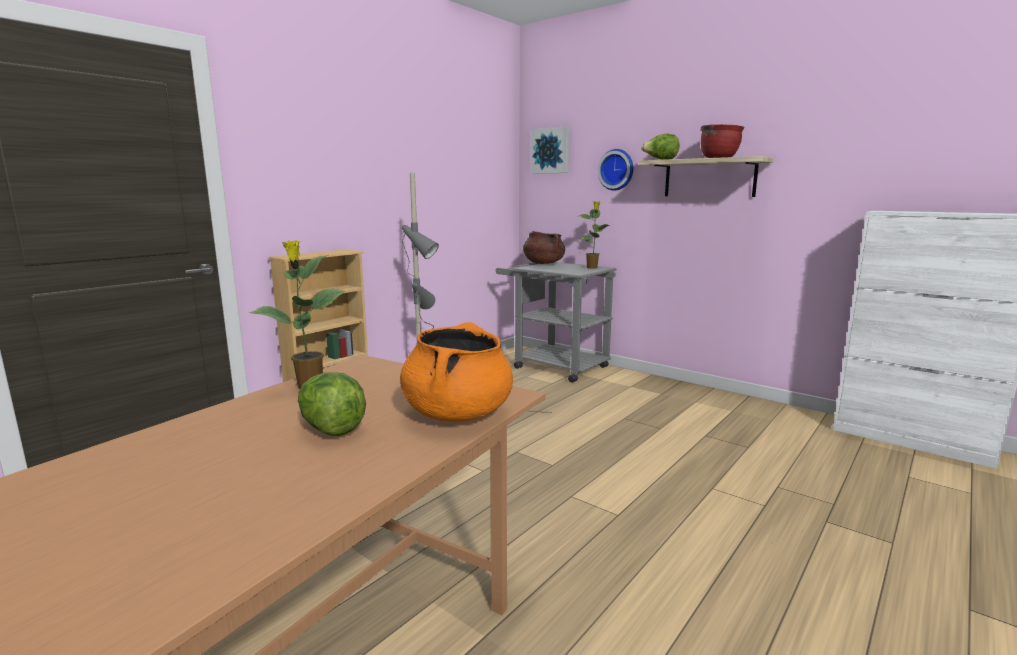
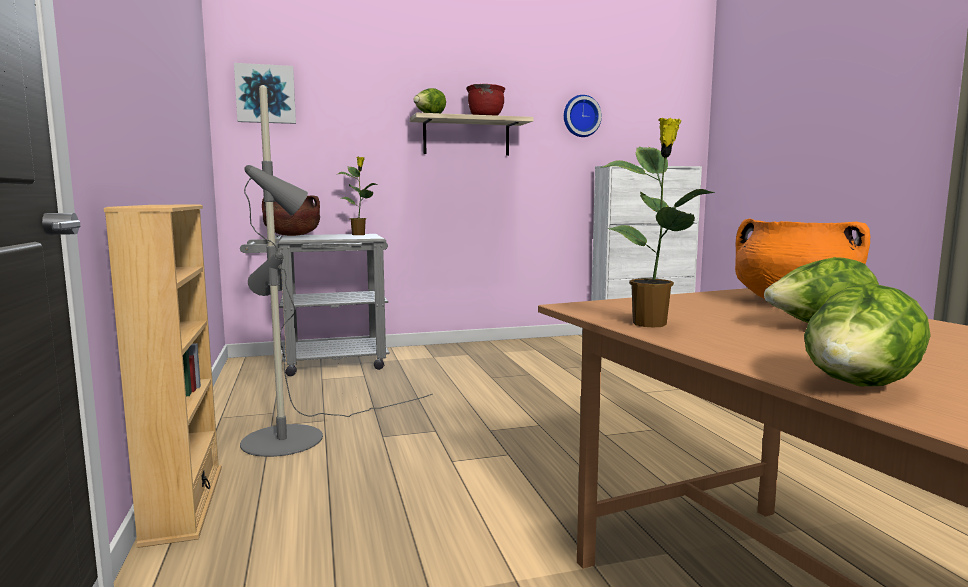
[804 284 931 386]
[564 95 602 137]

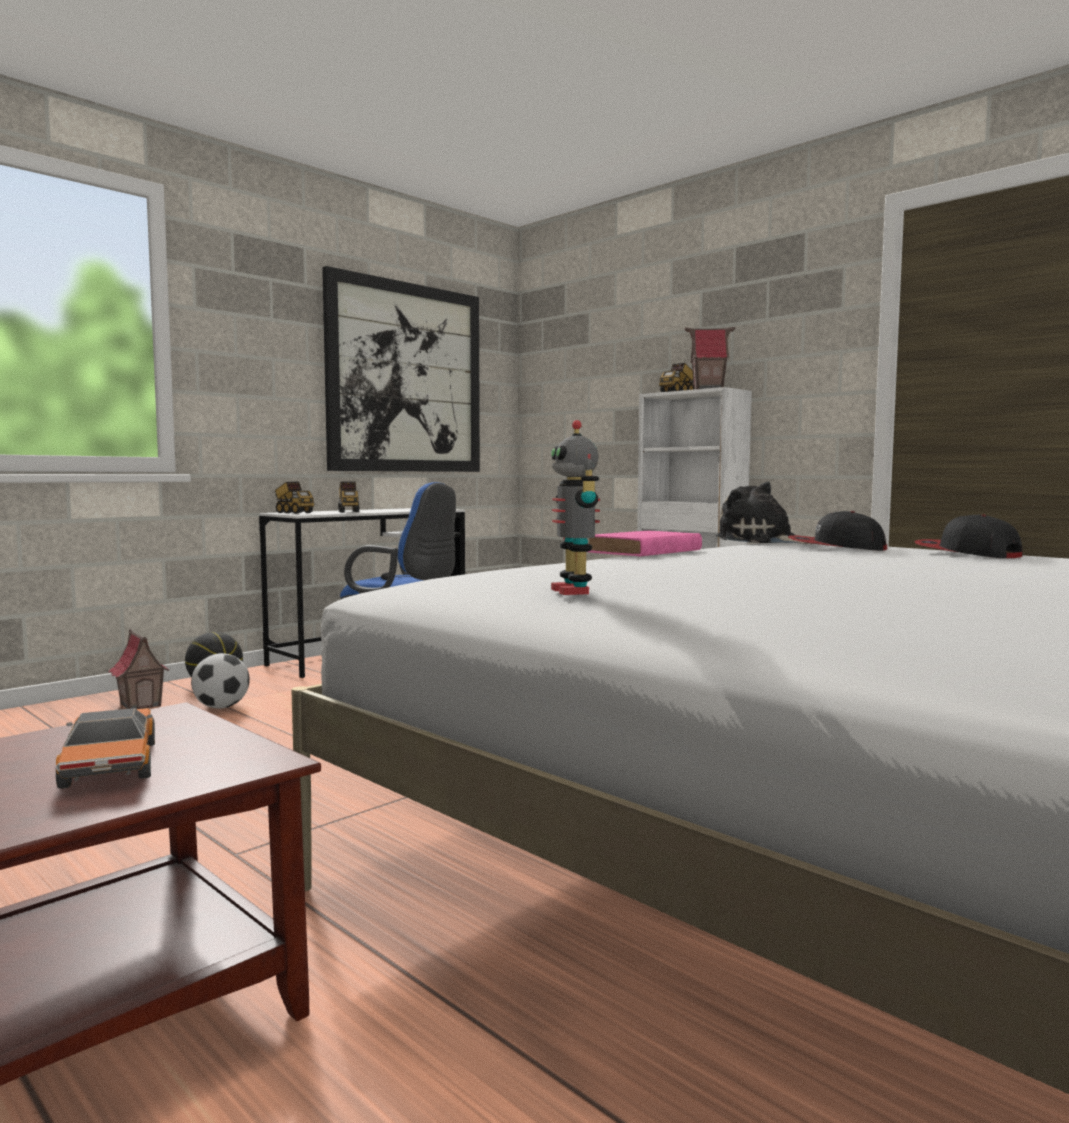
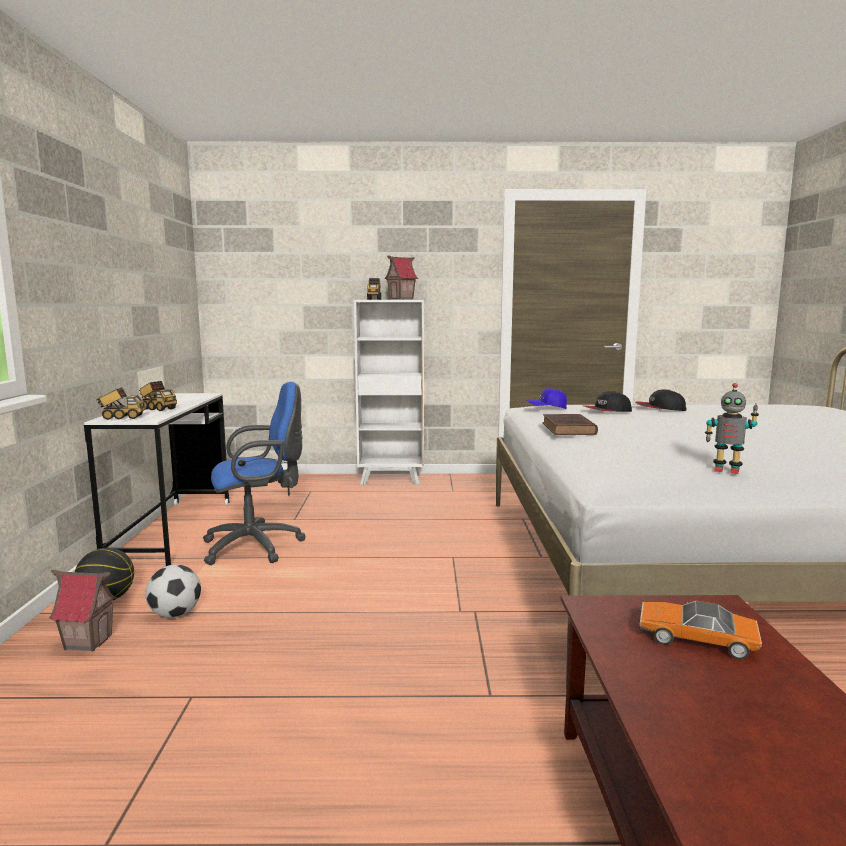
[322 266 480 472] (first image)
[527 388 567 409]
[542 414 598 435]

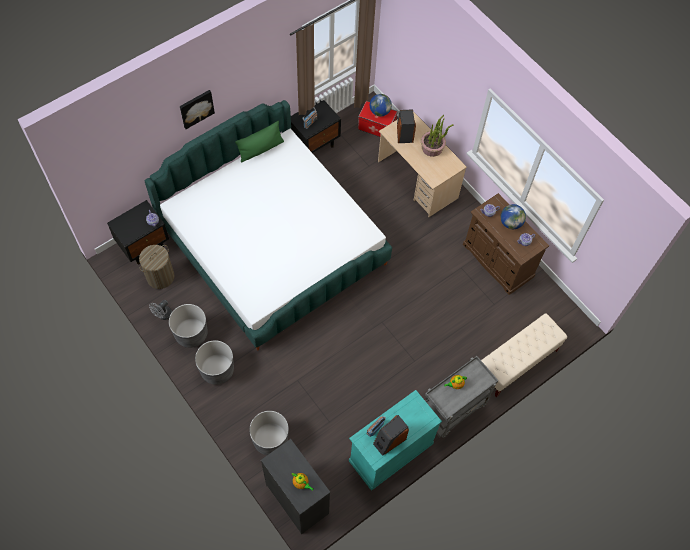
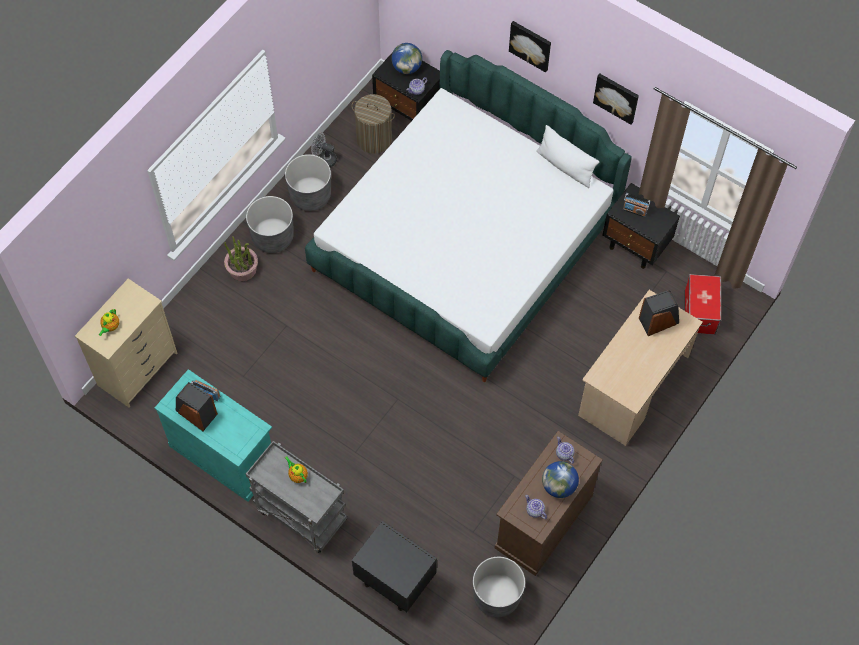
[593 74 639 125]
[473 557 525 617]
[391 43 422 74]
[224 236 258 281]
[352 521 437 612]
[536 125 600 188]
[75 278 177 408]

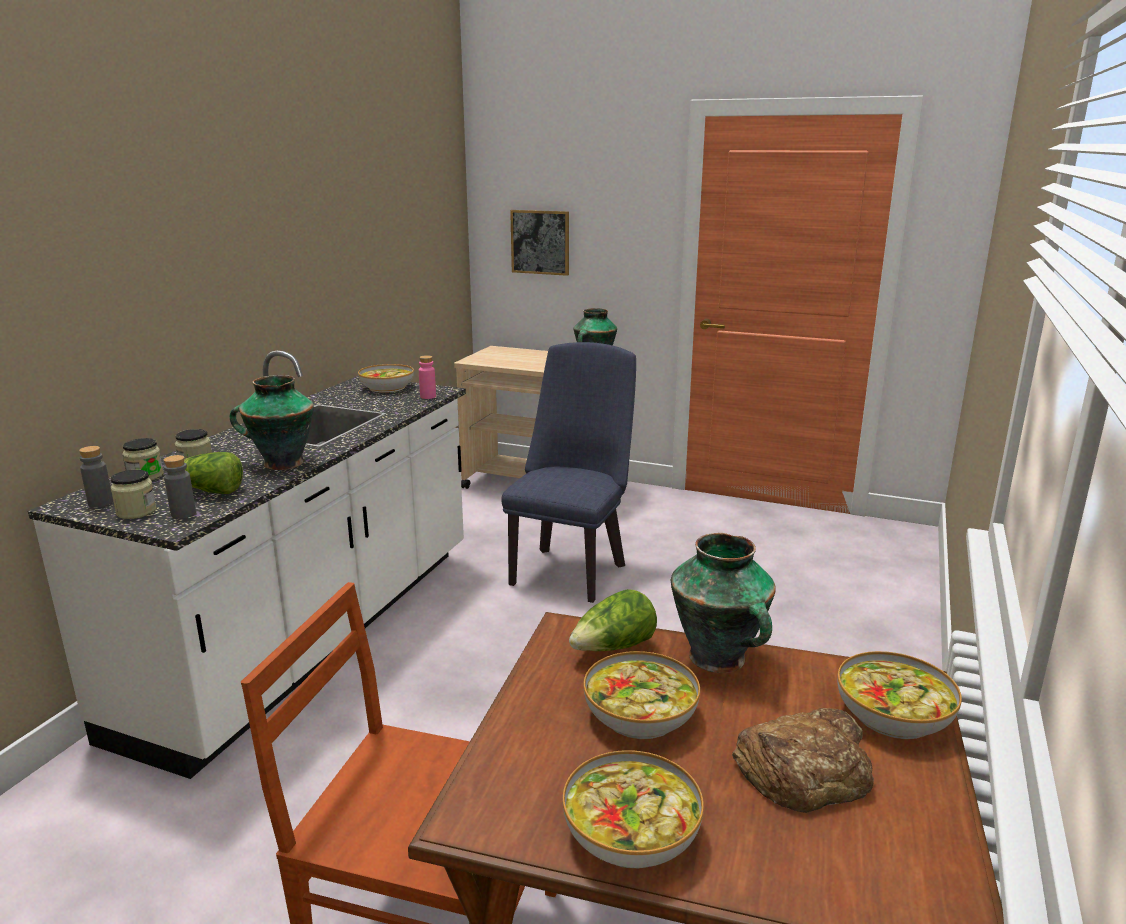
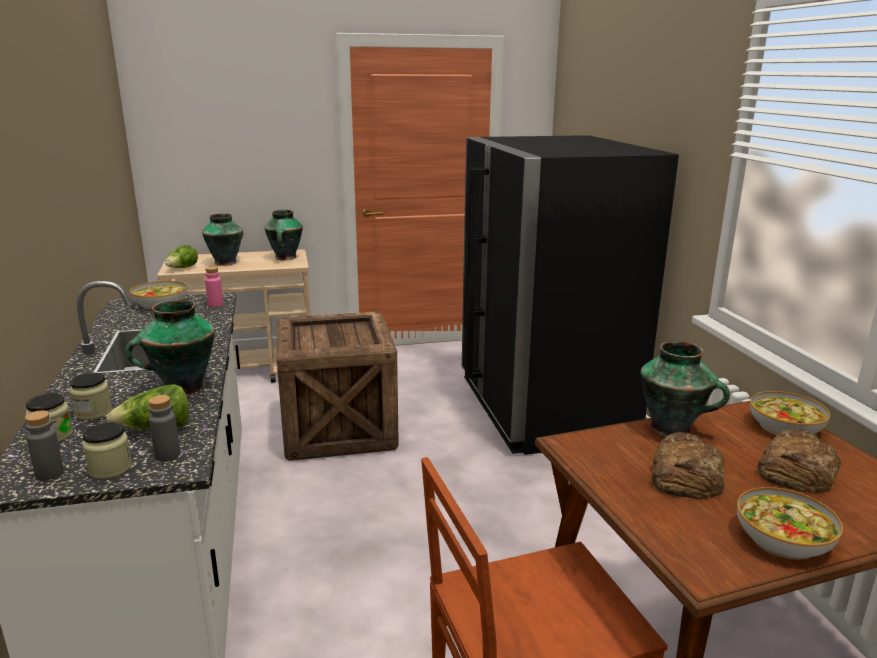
[510 210 569 276] (first image)
[202 214 243 266]
[462 135 679 455]
[165 245 198 268]
[277 312 399 461]
[652 432 725 499]

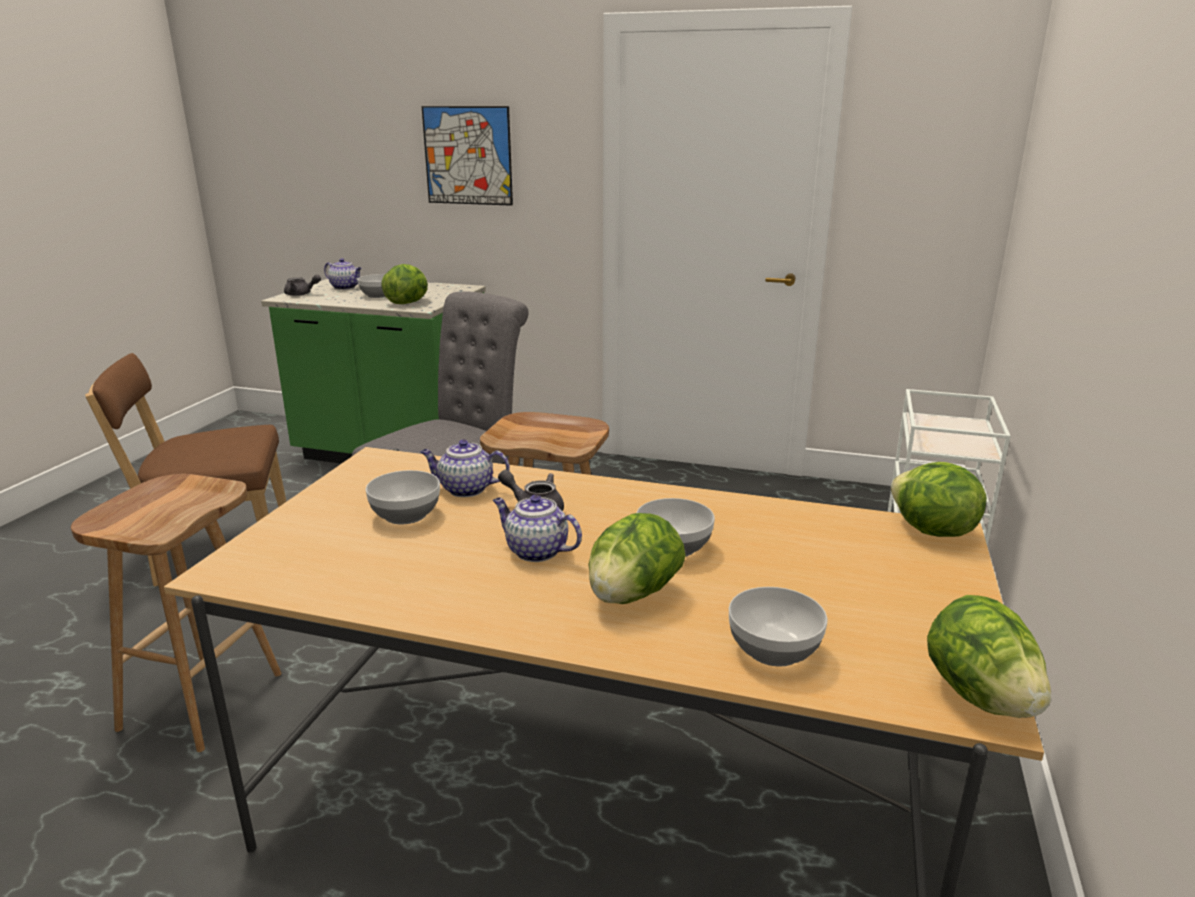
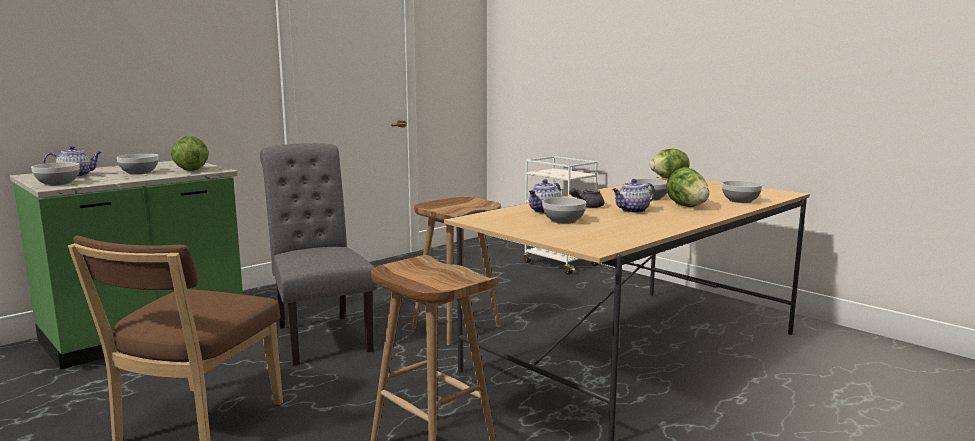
[422 106 513 206] (first image)
[927 595 1051 718] (first image)
[31 162 80 186]

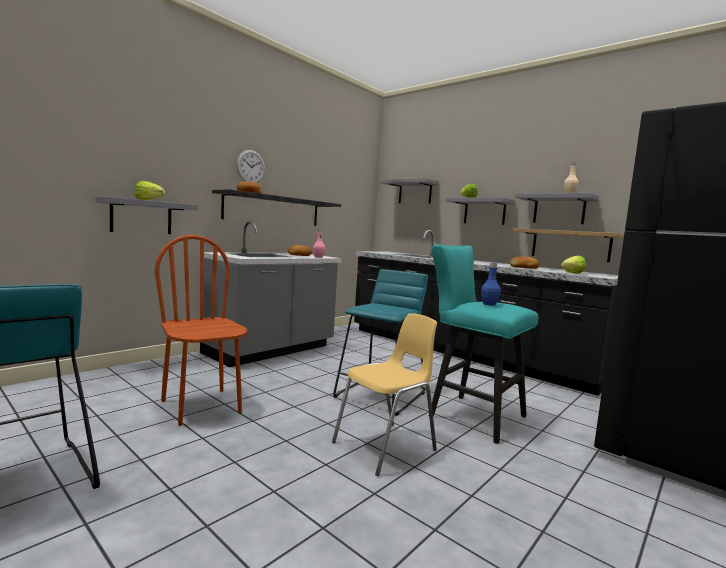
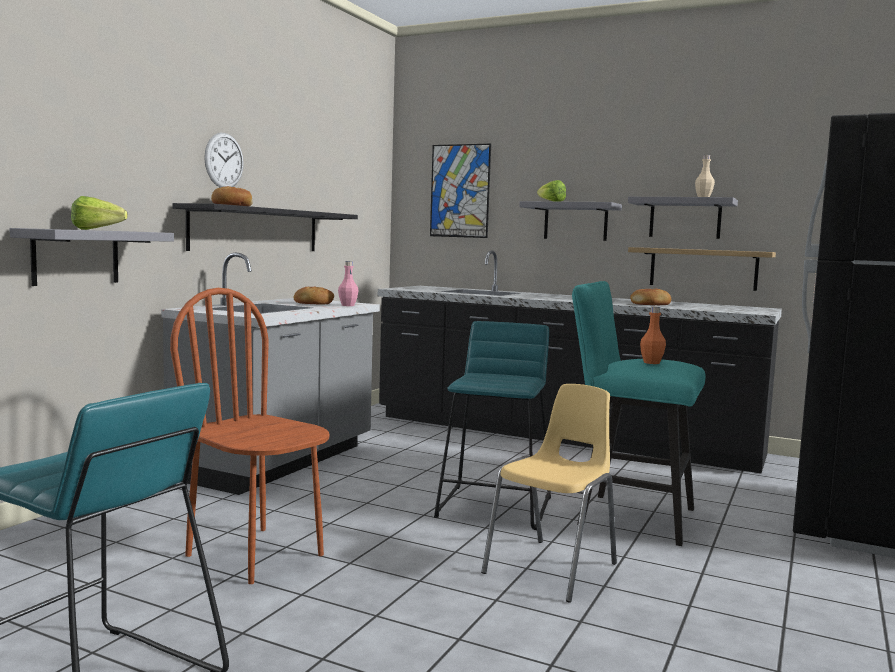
[561 255 586 274] (first image)
[430 144 491 238]
[640 306 666 364]

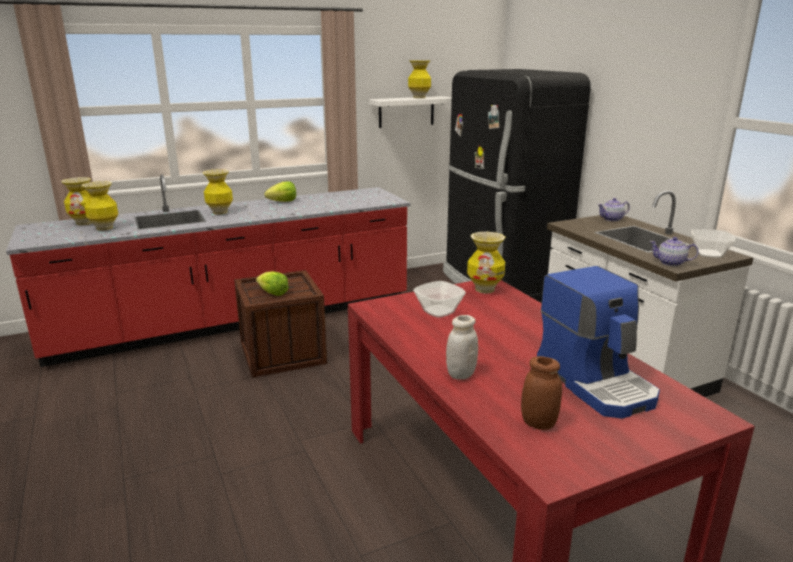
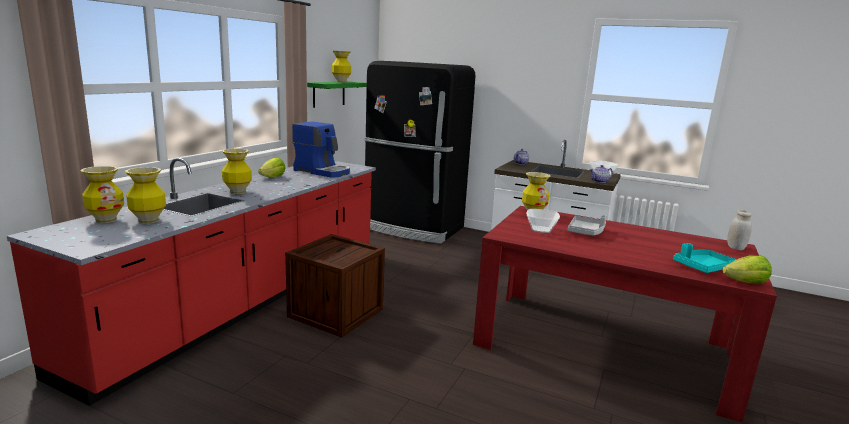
[568 215 606 235]
[722 255 772 283]
[727 210 752 250]
[292 121 350 178]
[673 243 737 273]
[307 81 367 108]

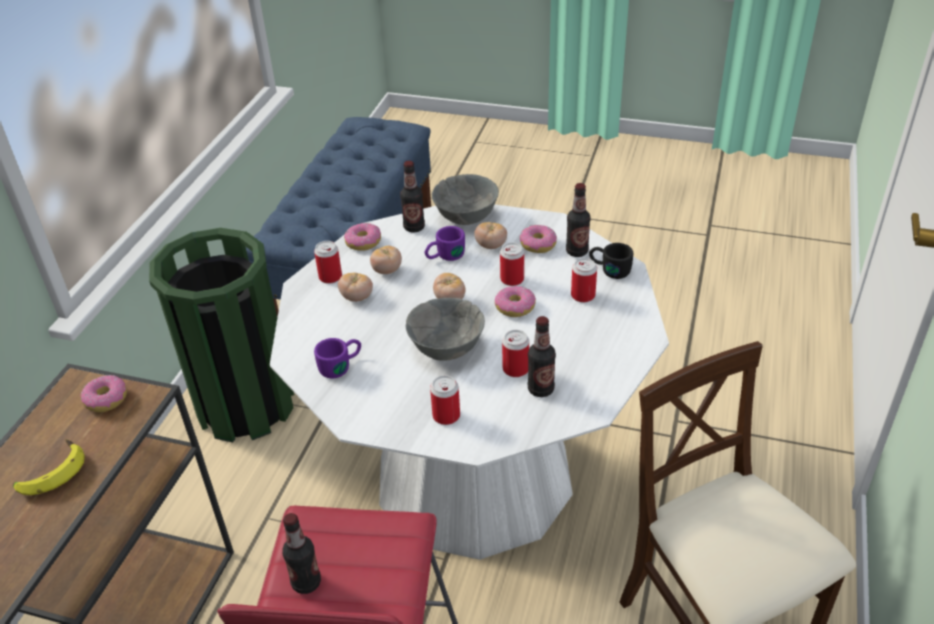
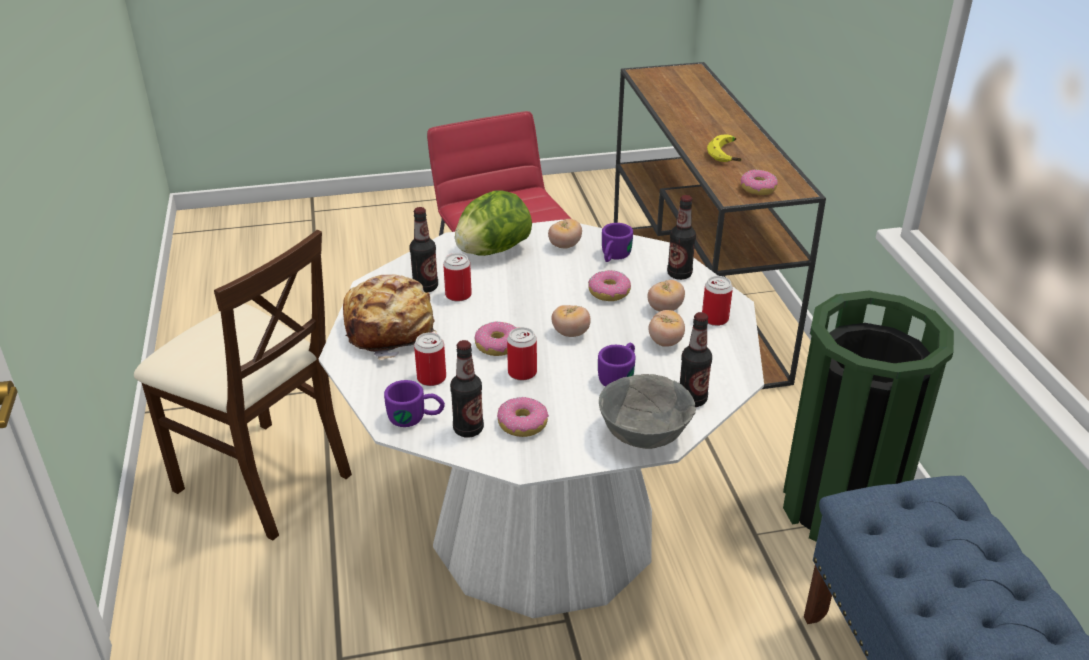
[406 298 485 361] (first image)
[343 274 437 360]
[667 195 696 280]
[588 270 631 301]
[548 219 582 248]
[455 190 532 256]
[384 380 445 427]

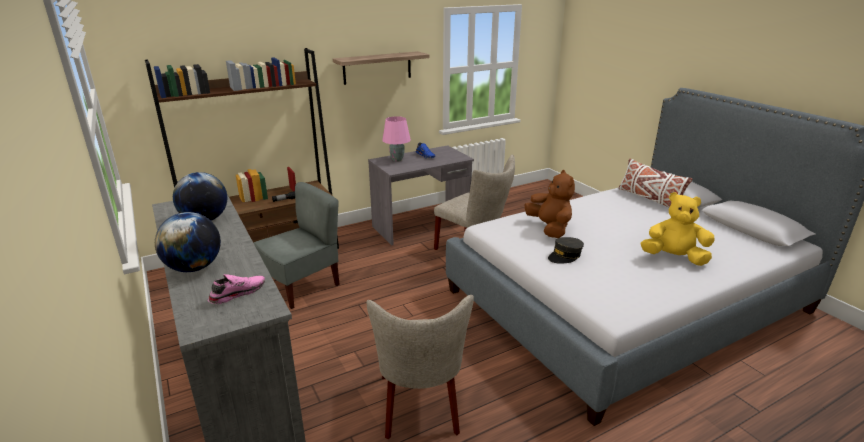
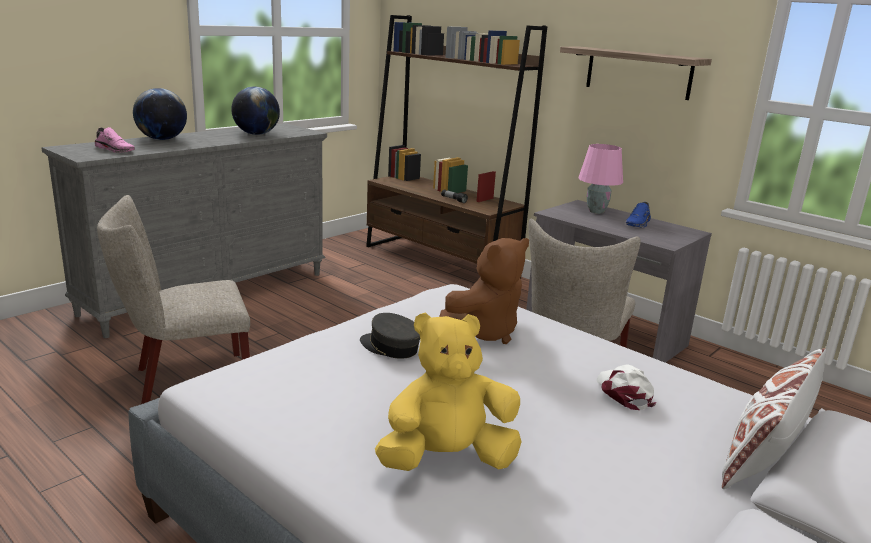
[254 182 340 309] (first image)
[597 364 657 410]
[375 312 522 471]

